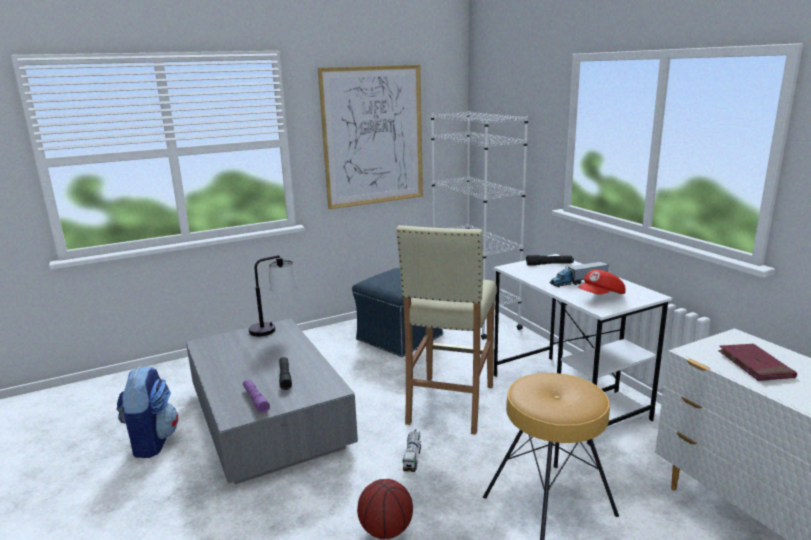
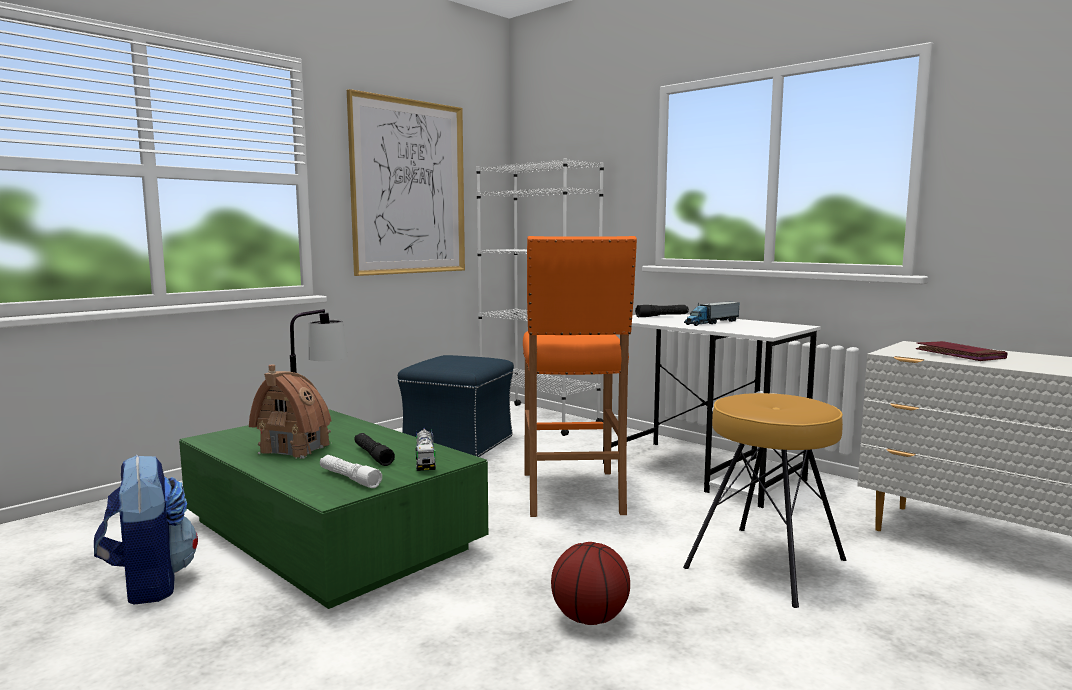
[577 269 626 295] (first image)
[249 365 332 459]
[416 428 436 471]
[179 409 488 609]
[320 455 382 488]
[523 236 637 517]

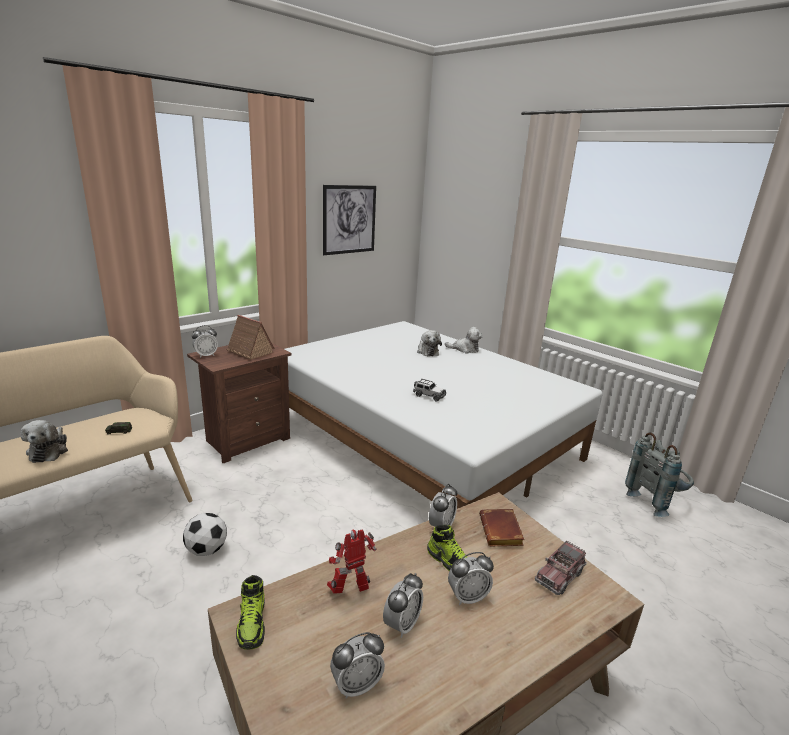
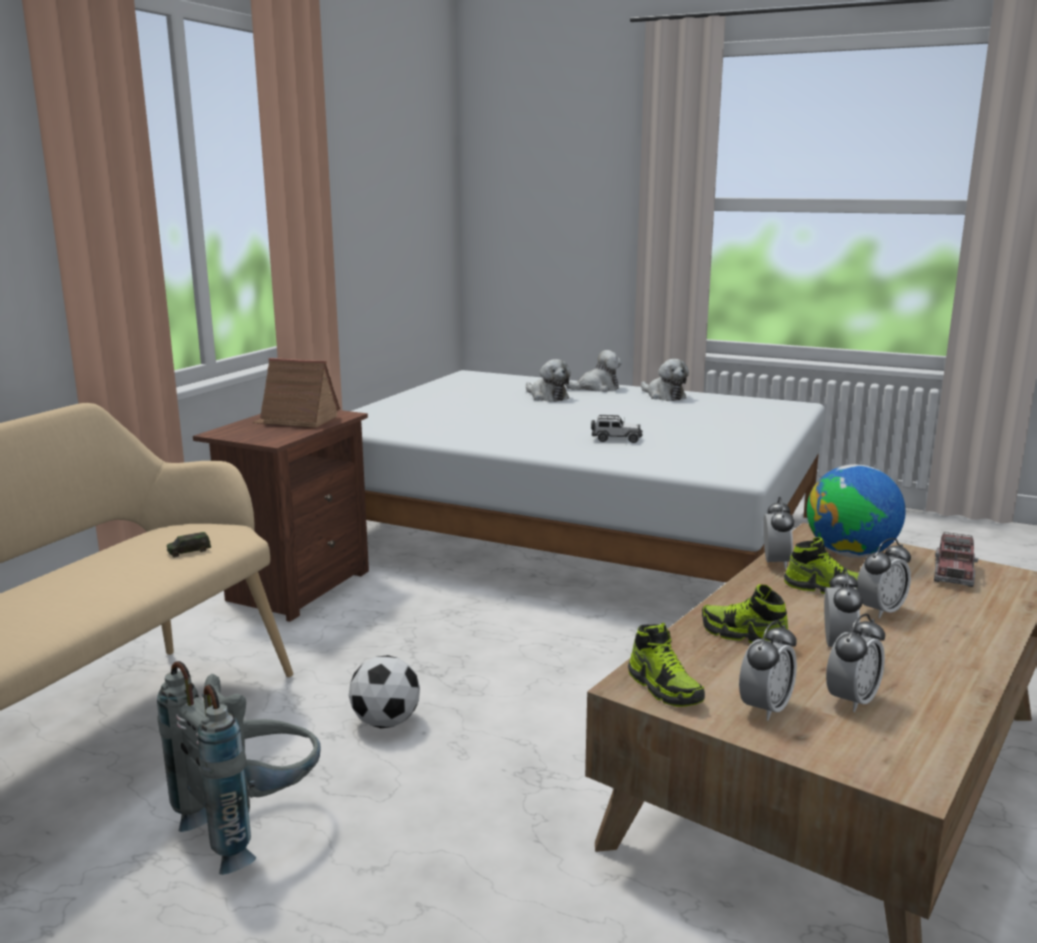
[323 185 376 255] (first image)
[641 359 689 401]
[739 620 797 721]
[157 661 321 875]
[702 584 788 643]
[807 464 906 558]

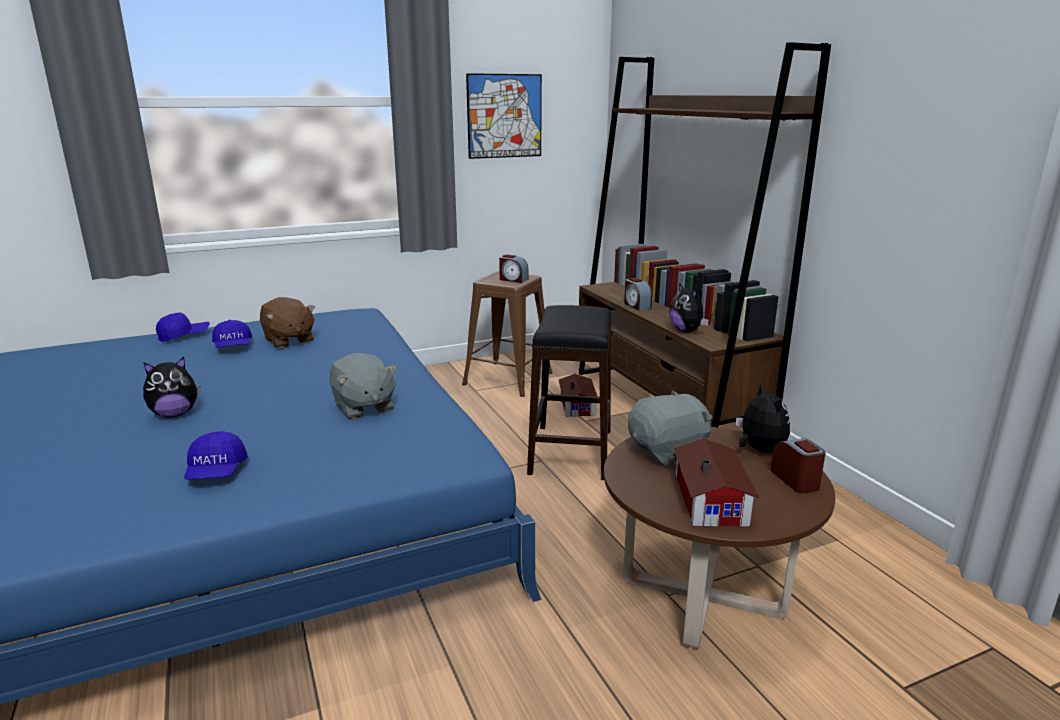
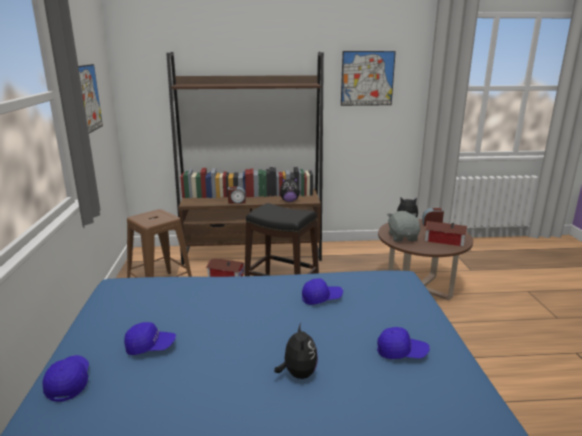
[260 297 315 348] (first image)
[499 254 528 283] (first image)
[341 51 396 106]
[302 278 343 305]

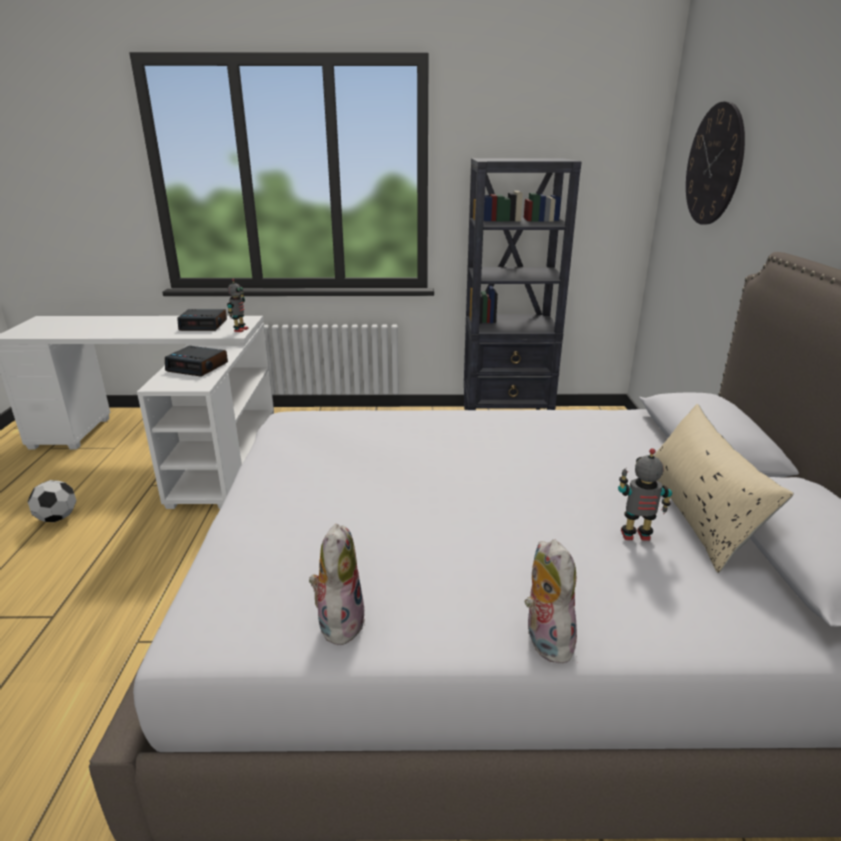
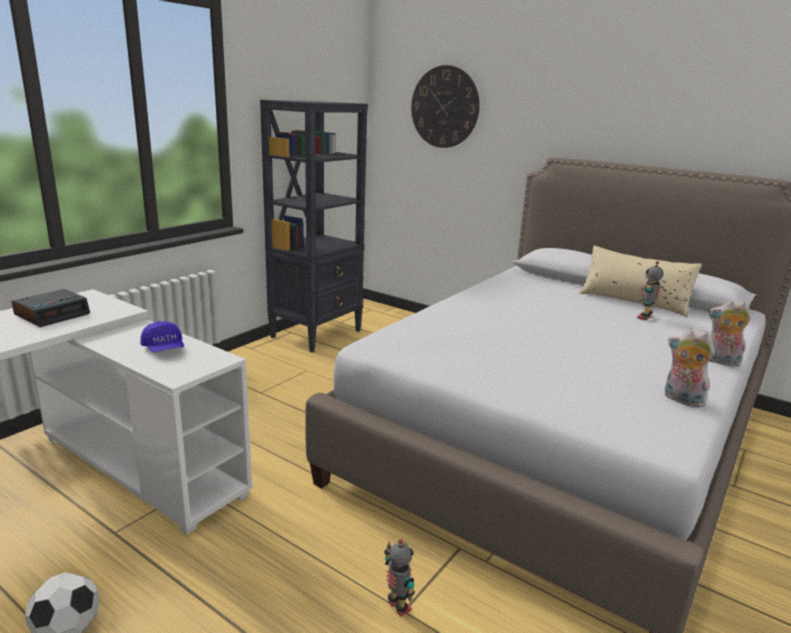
[384 539 415 617]
[140 321 184 353]

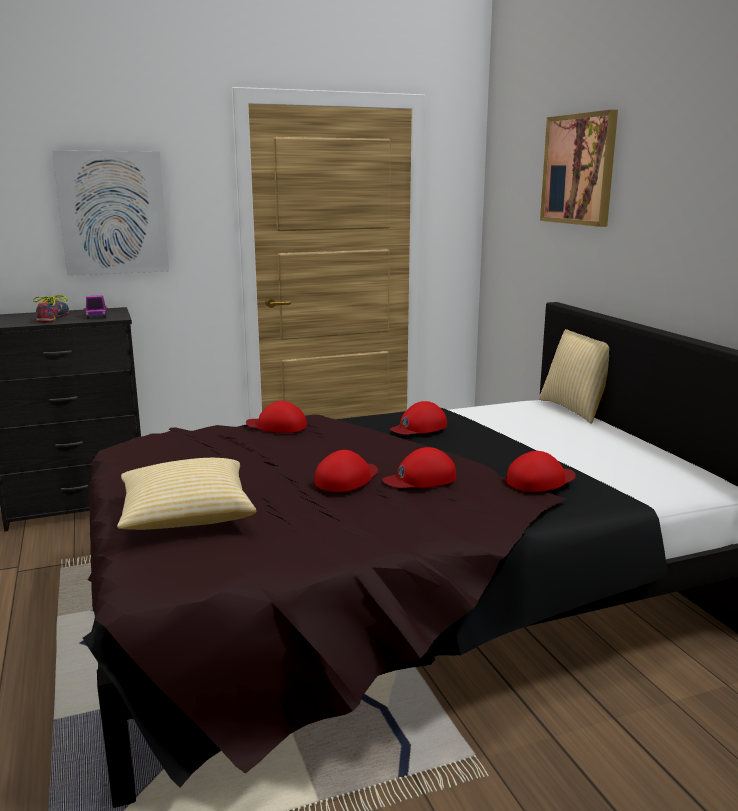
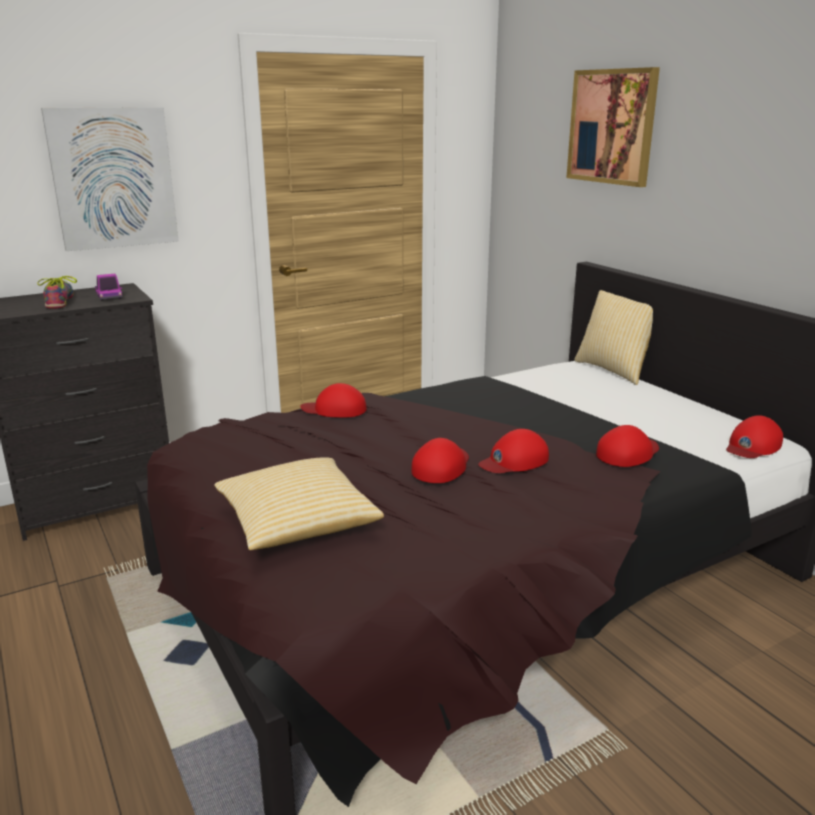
[726 415 783 458]

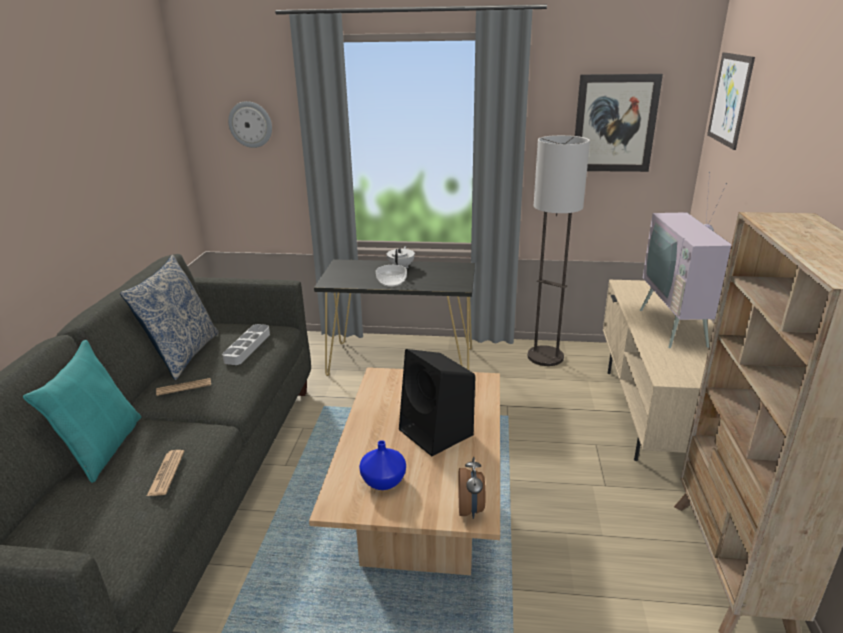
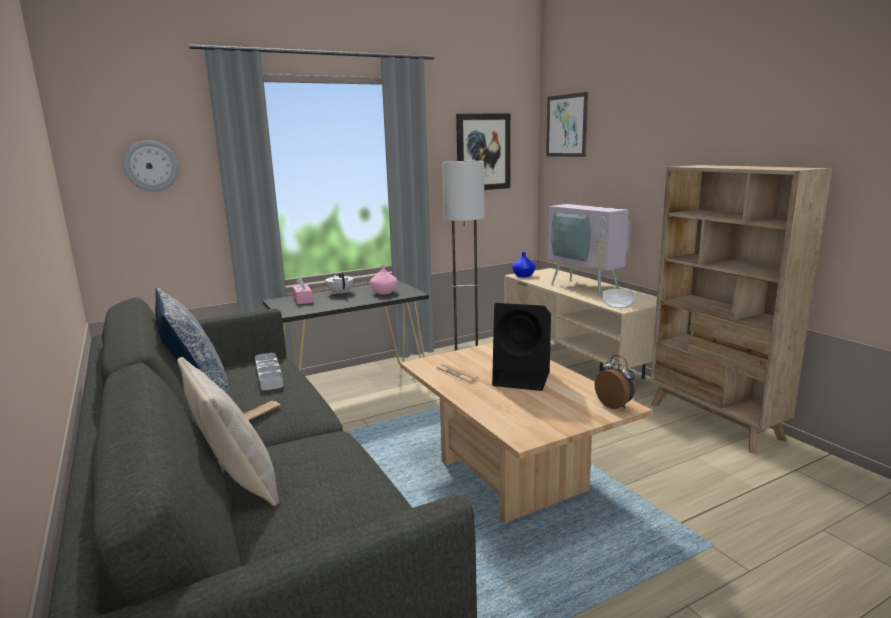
[293 277 313 304]
[370 265 397 295]
[435 364 478 383]
[512 252 536 277]
[603 289 635 308]
[177 357 279 506]

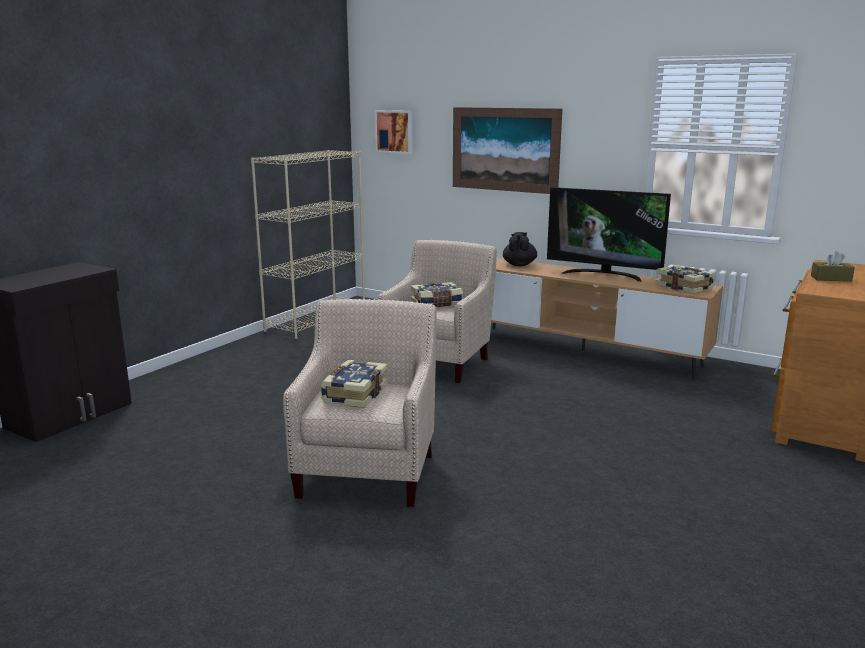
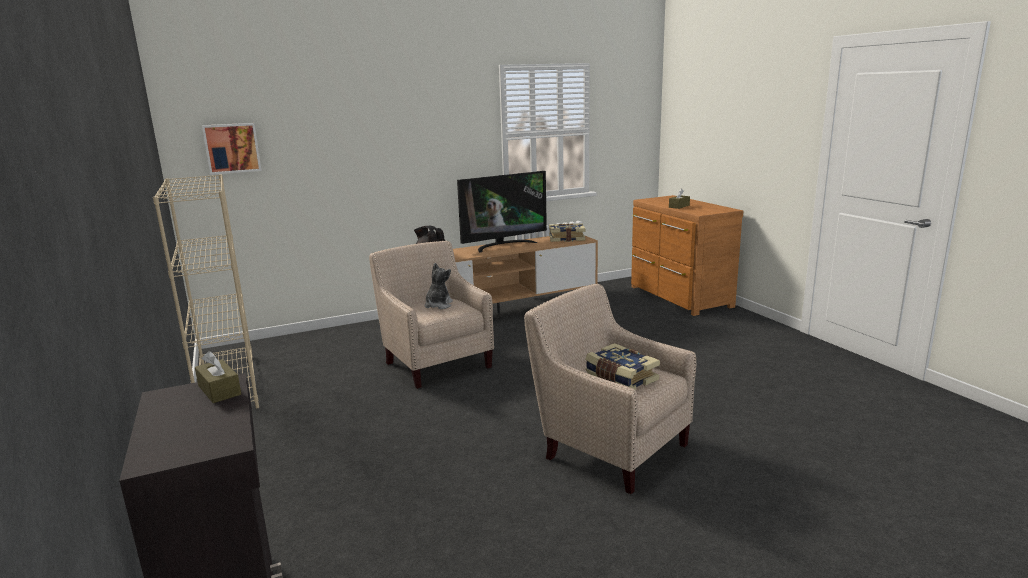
[453 107 562 194] (first image)
[195 351 241 403]
[425 263 453 309]

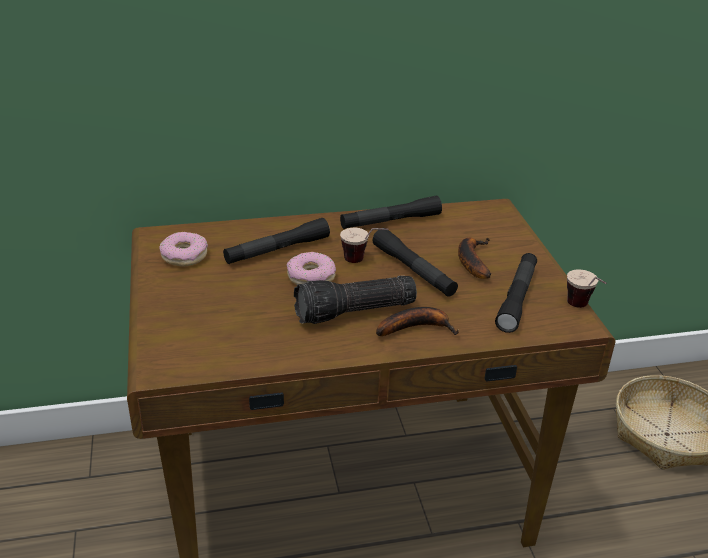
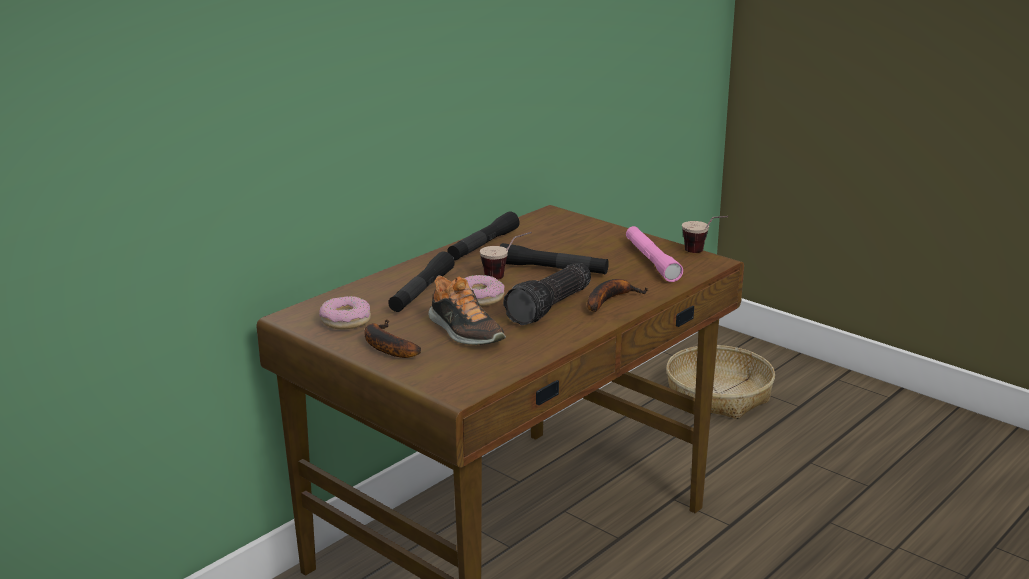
[428 275 506 345]
[364 320 421 358]
[626 226 683 282]

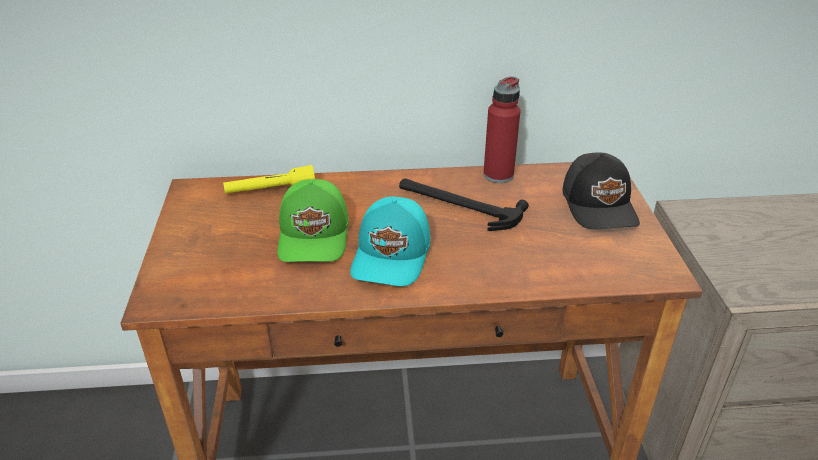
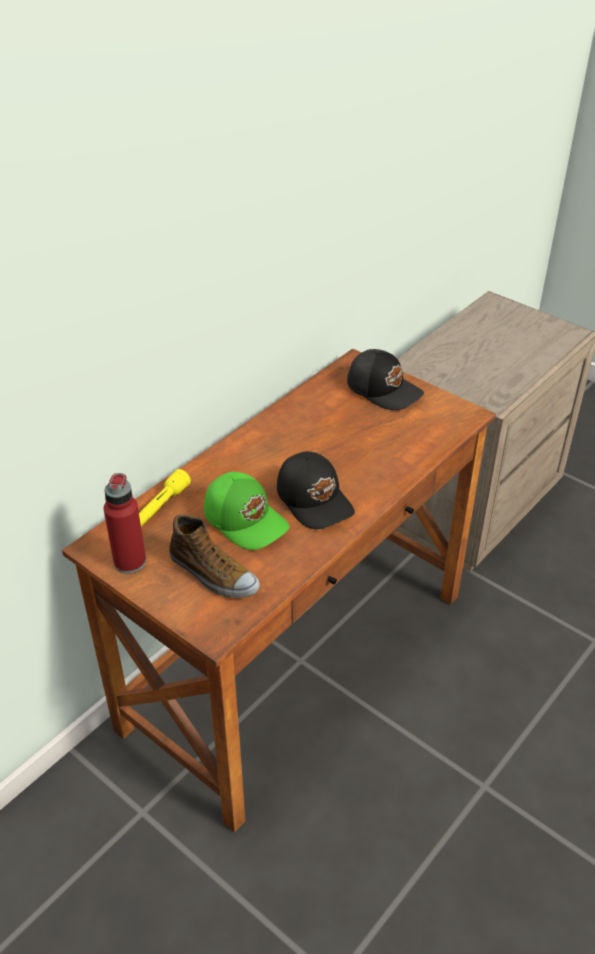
[399 178 529 231] (first image)
[169 514 260 598]
[104 473 146 574]
[277 451 355 529]

